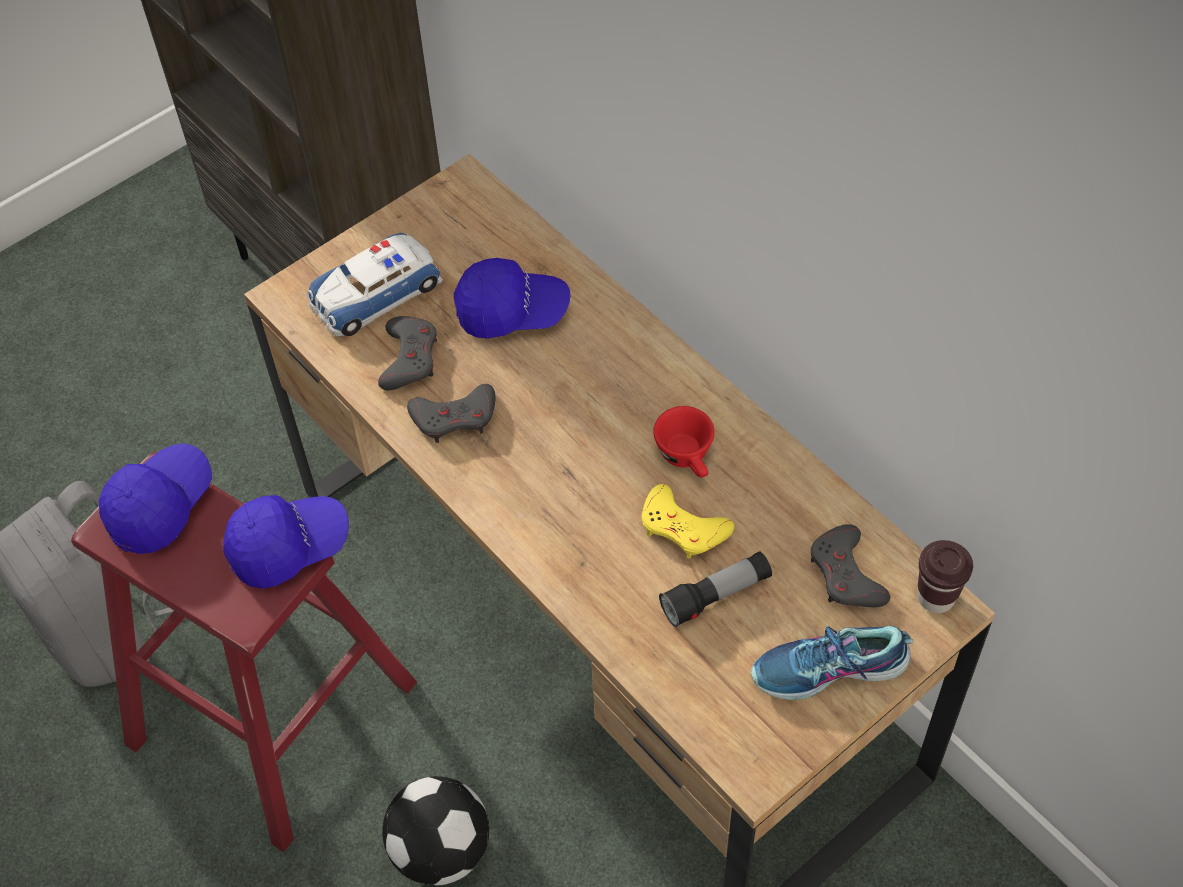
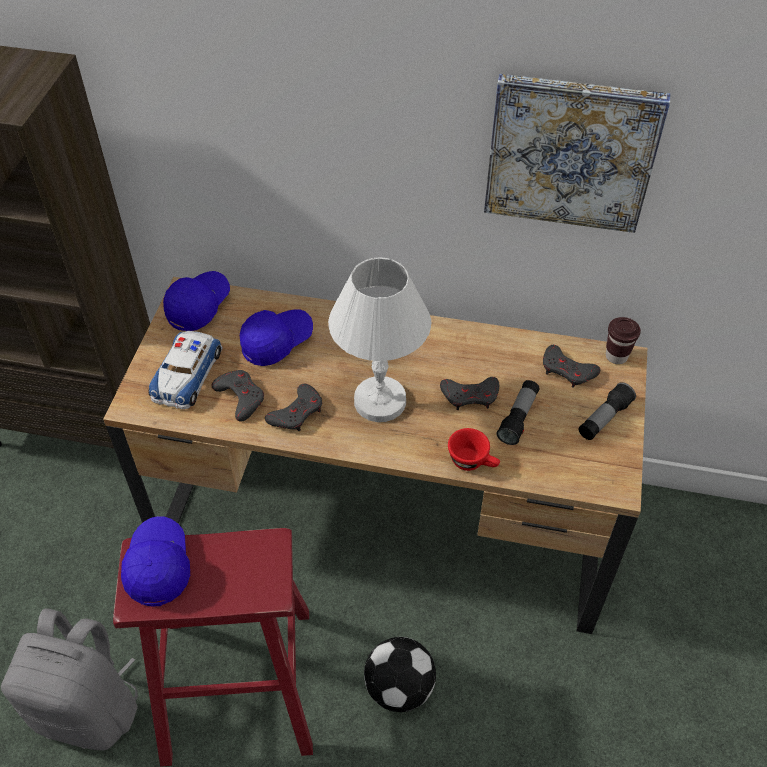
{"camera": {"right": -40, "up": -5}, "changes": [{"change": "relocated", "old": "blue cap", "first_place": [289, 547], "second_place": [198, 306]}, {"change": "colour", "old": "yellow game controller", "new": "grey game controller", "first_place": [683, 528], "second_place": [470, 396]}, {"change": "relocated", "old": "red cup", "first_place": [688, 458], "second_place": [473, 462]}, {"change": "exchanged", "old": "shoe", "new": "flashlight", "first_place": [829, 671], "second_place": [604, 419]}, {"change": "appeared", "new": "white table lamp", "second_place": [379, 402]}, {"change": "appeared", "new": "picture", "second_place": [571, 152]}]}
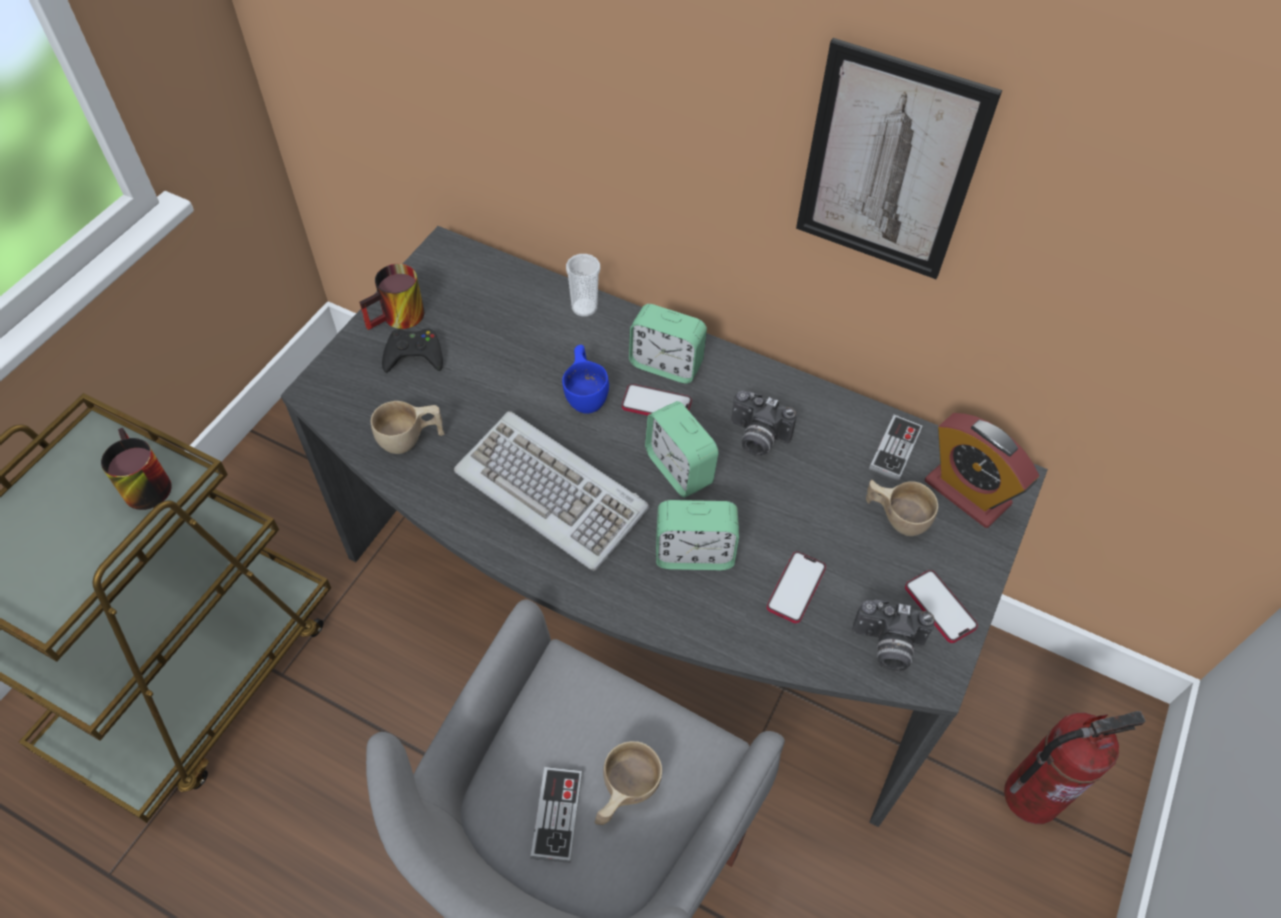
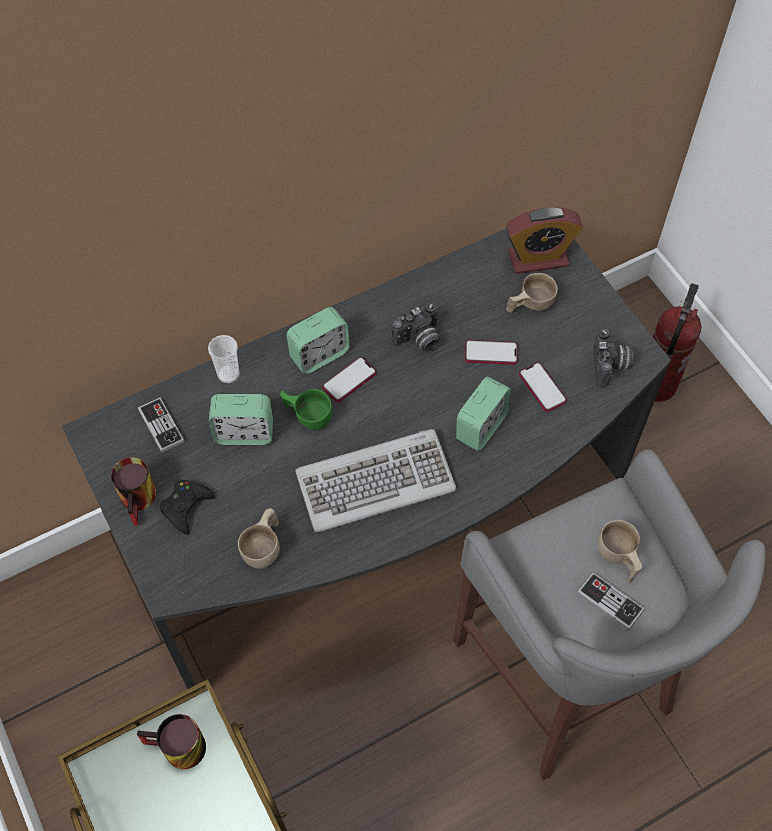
{"camera": {"right": -55, "up": 5}, "changes": [{"change": "colour", "old": "blue cup", "new": "green cup", "first_place": [586, 393], "second_place": [307, 416]}, {"change": "relocated", "old": "alarm clock", "first_place": [679, 469], "second_place": [244, 433]}, {"change": "missing", "old": "picture", "first_place": [889, 164]}, {"change": "spun", "old": "photo camera", "first_place": [887, 647], "second_place": [610, 367], "degrees": -45}, {"change": "relocated", "old": "game controller", "first_place": [895, 449], "second_place": [161, 426]}, {"change": "relocated", "old": "phone", "first_place": [940, 607], "second_place": [491, 353]}]}
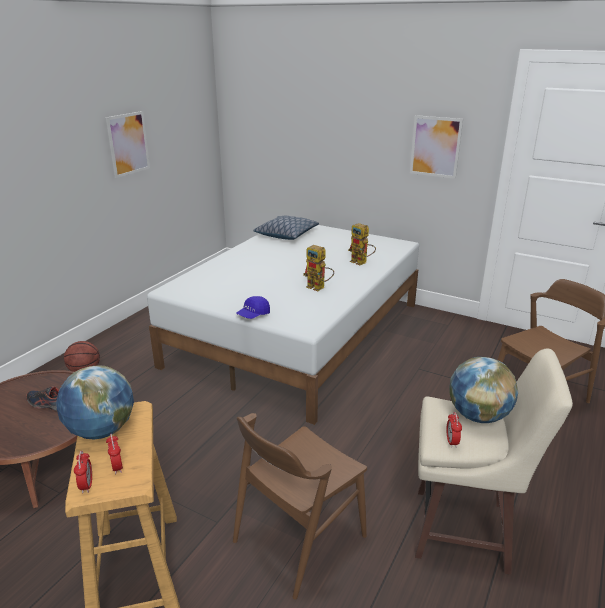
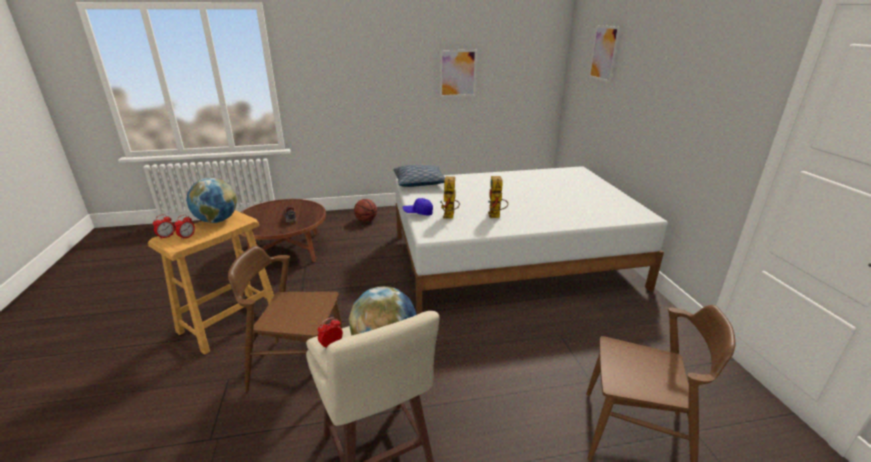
{"camera": {"right": 50, "up": 0}, "changes": [{"change": "relocated", "old": "pillow", "first_place": [286, 234], "second_place": [419, 182]}, {"change": "relocated", "old": "toy robot", "first_place": [361, 262], "second_place": [450, 217]}, {"change": "relocated", "old": "picture", "first_place": [435, 147], "second_place": [604, 53]}]}
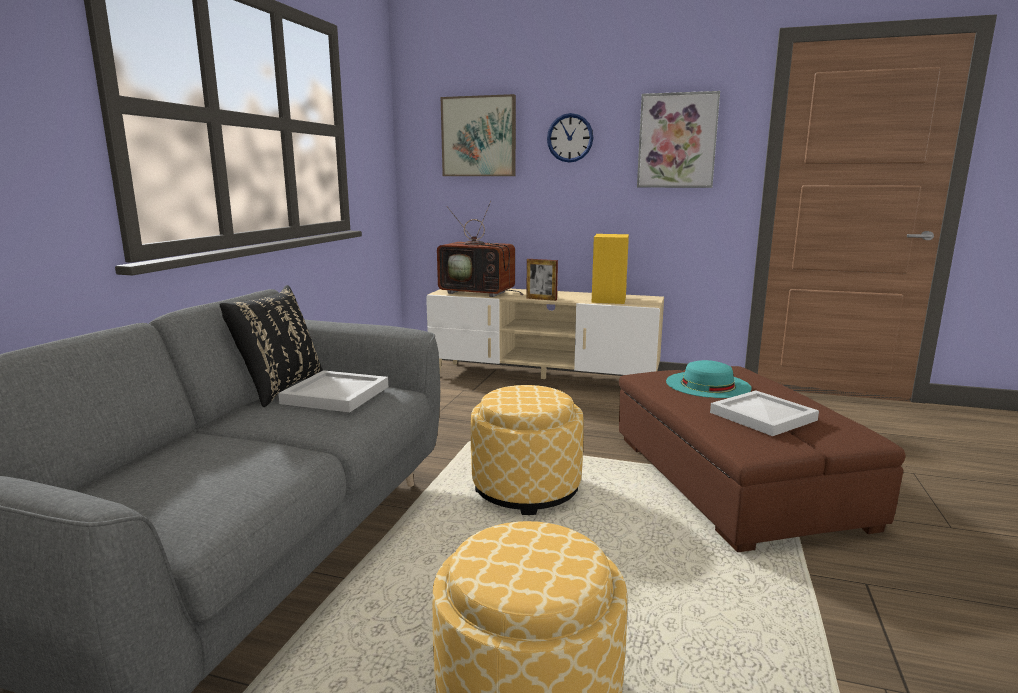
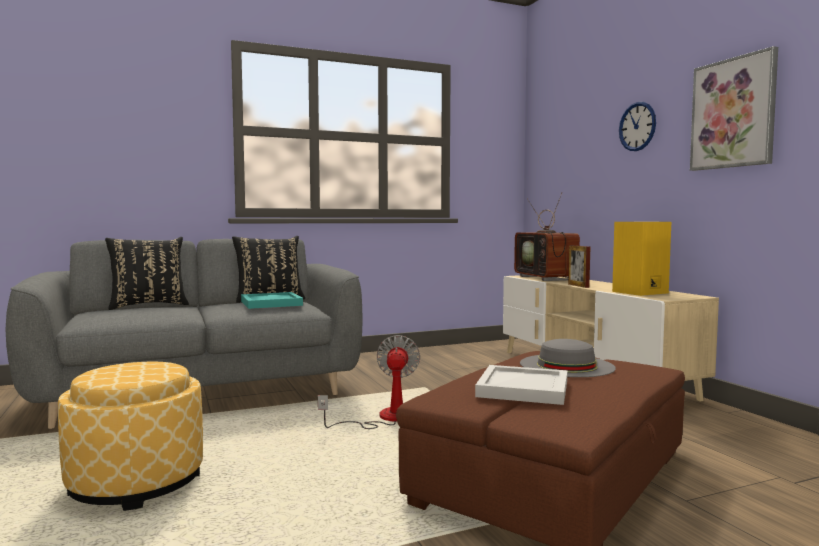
{"camera": {"right": 50, "up": -10}, "changes": [{"change": "colour", "old": "white tray", "new": "turquoise tray", "first_place": [336, 395], "second_place": [270, 303]}, {"change": "missing", "old": "picture", "first_place": [479, 136]}, {"change": "exchanged", "old": "ottoman", "new": "fan", "first_place": [526, 489], "second_place": [385, 418]}, {"change": "colour", "old": "turquoise hat", "new": "grey hat", "first_place": [707, 384], "second_place": [566, 365]}, {"change": "appeared", "new": "black pillow", "second_place": [148, 305]}]}
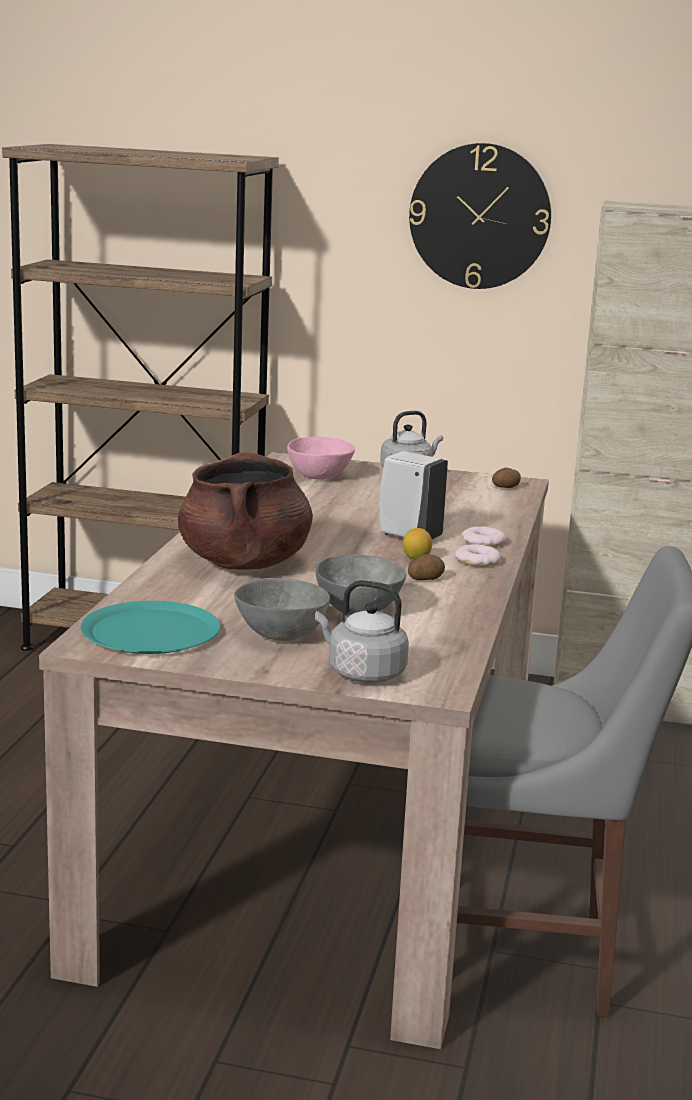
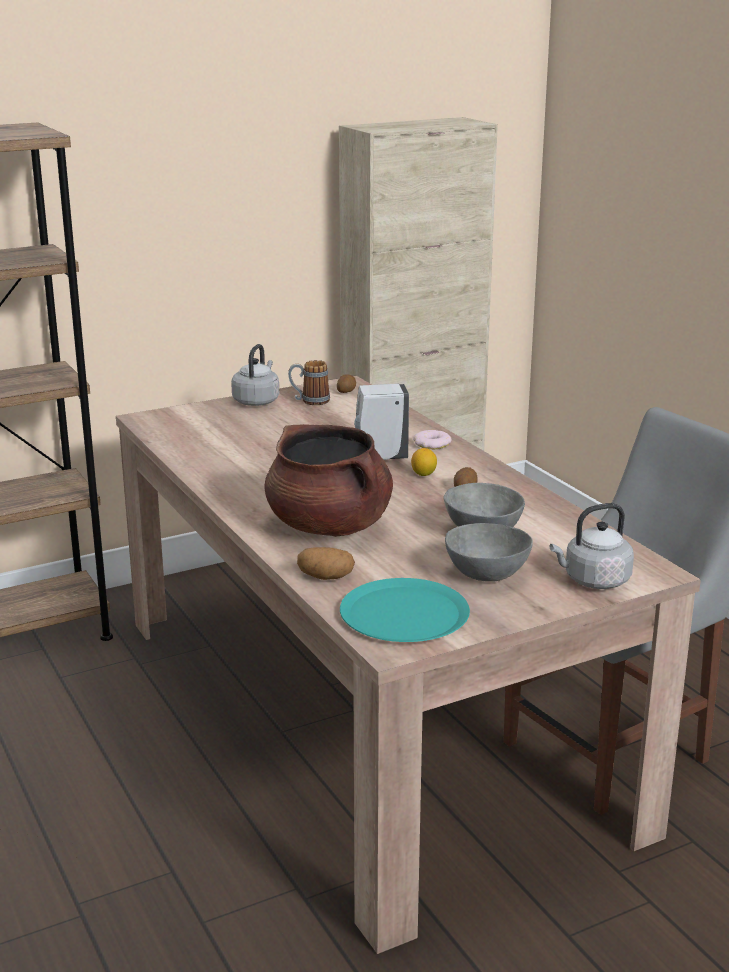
{"camera": {"right": -40, "up": 5}, "changes": [{"change": "missing", "old": "pink bowl", "first_place": [320, 476]}, {"change": "missing", "old": "wall clock", "first_place": [480, 216]}, {"change": "missing", "old": "donut", "first_place": [477, 561]}, {"change": "appeared", "new": "mug", "second_place": [309, 401]}, {"change": "appeared", "new": "potato", "second_place": [325, 577]}]}
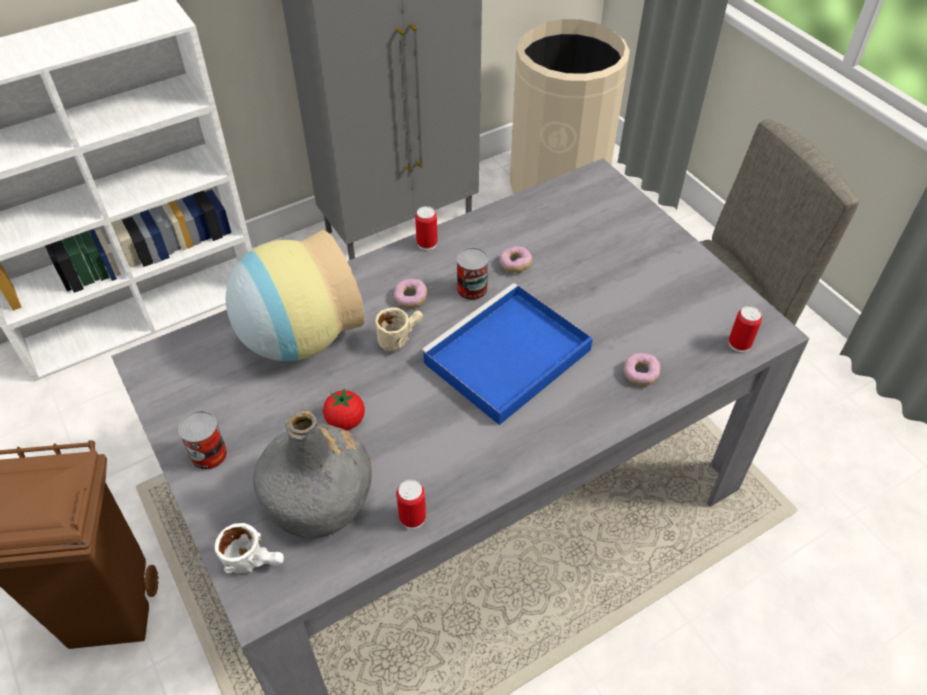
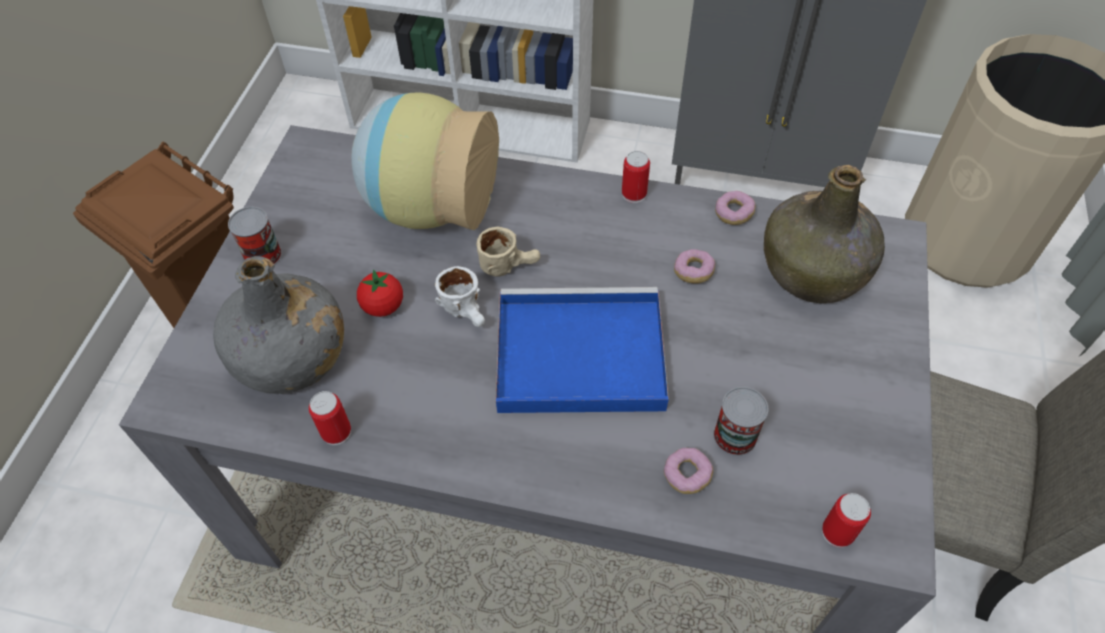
{"camera": {"right": 45, "up": 5}, "changes": [{"change": "relocated", "old": "white mug", "first_place": [256, 560], "second_place": [468, 312]}, {"change": "relocated", "old": "donut", "first_place": [410, 298], "second_place": [733, 214]}, {"change": "relocated", "old": "can", "first_place": [472, 289], "second_place": [735, 436]}, {"change": "appeared", "new": "green bottle", "second_place": [814, 270]}]}
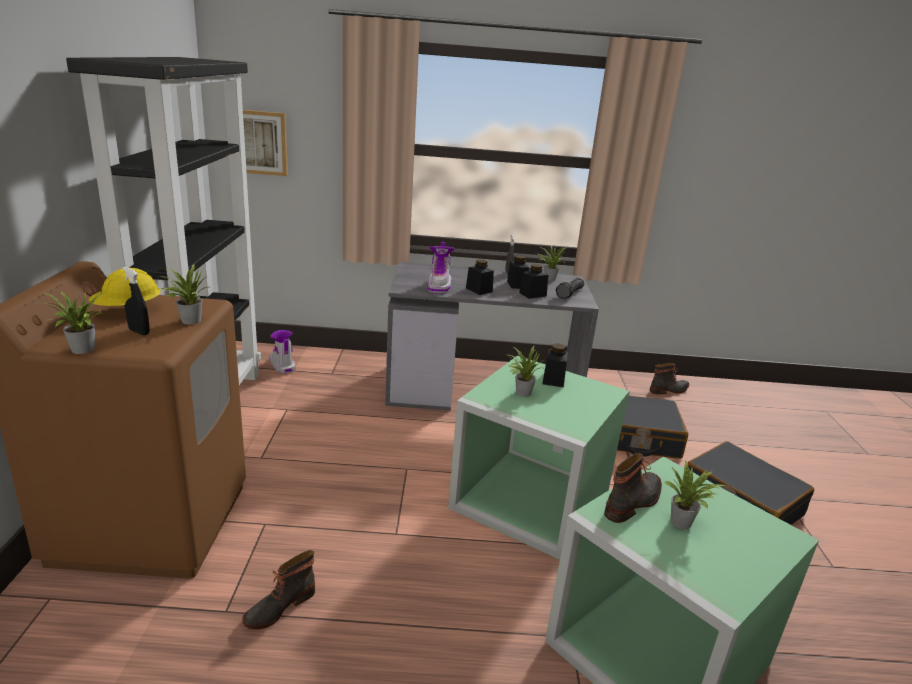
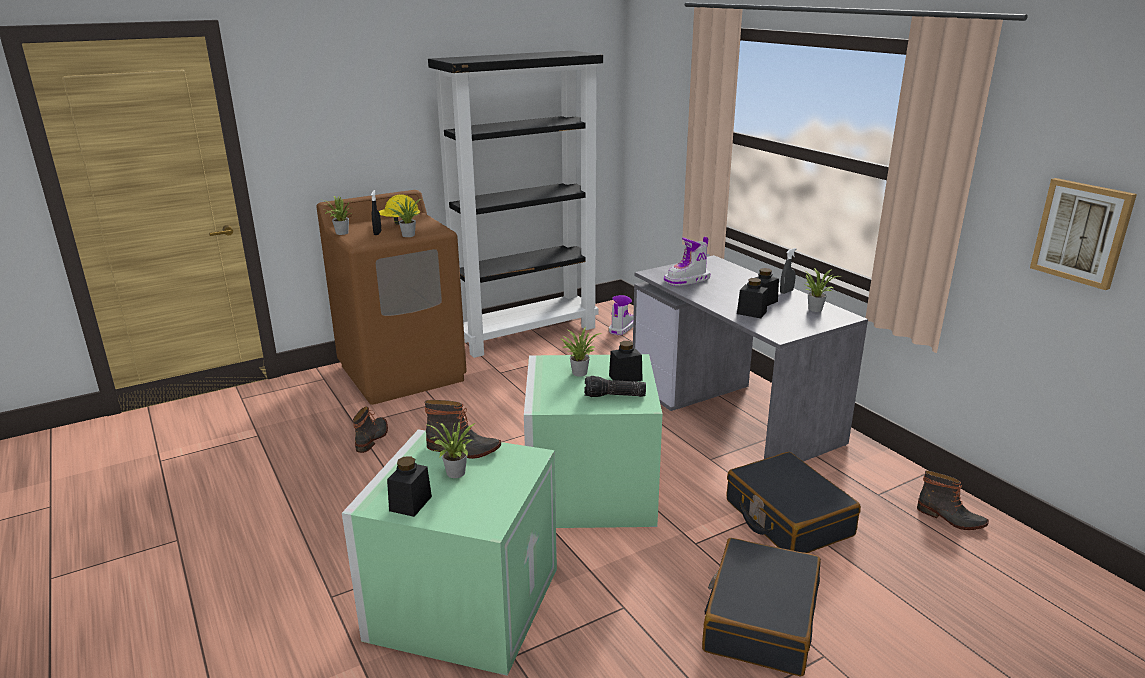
{"camera": {"right": 60, "up": 0}, "changes": [{"change": "spun", "old": "boot", "first_place": [279, 606], "second_place": [372, 438], "degrees": 90}, {"change": "relocated", "old": "picture", "first_place": [262, 142], "second_place": [1082, 232]}, {"change": "relocated", "old": "black jar", "first_place": [479, 290], "second_place": [410, 503]}, {"change": "relocated", "old": "flashlight", "first_place": [570, 294], "second_place": [614, 396]}]}
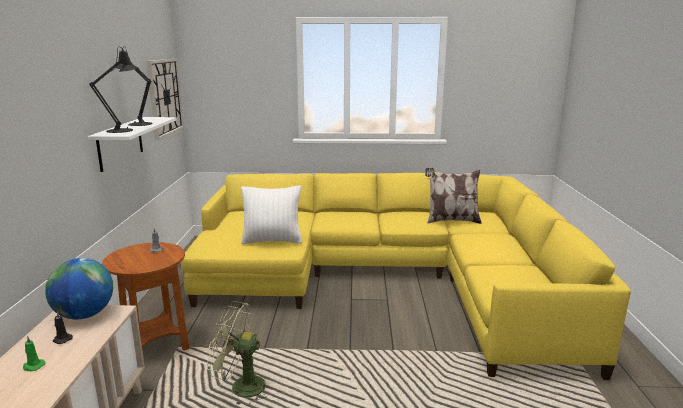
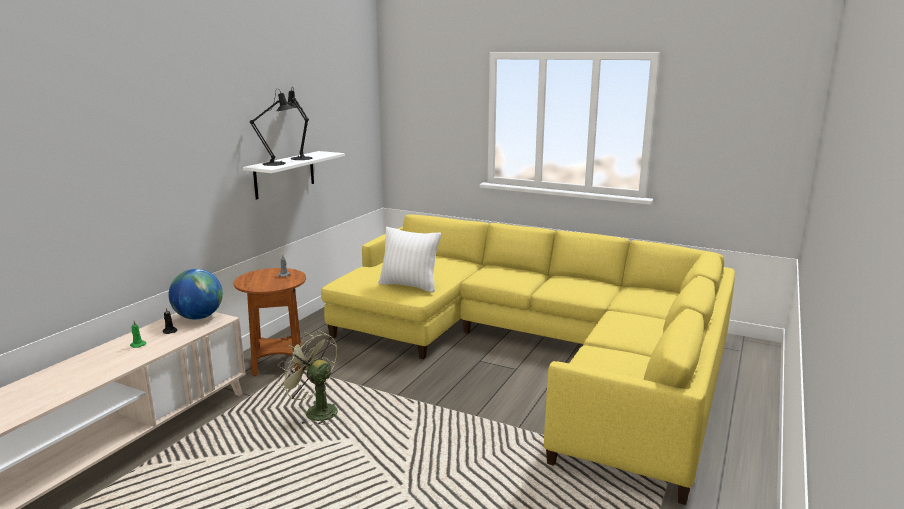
{"camera": {"right": 25, "up": 0}, "changes": [{"change": "missing", "old": "wall clock", "first_place": [165, 97]}, {"change": "missing", "old": "pillow", "first_place": [451, 220]}]}
